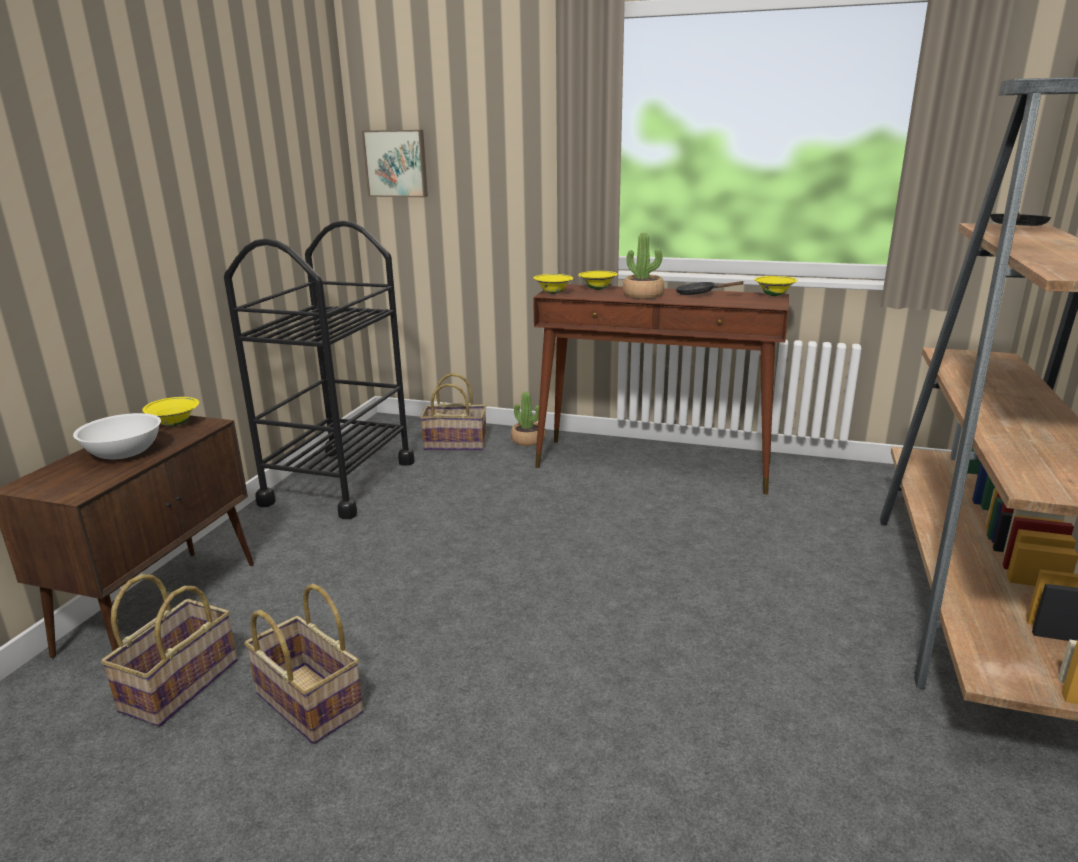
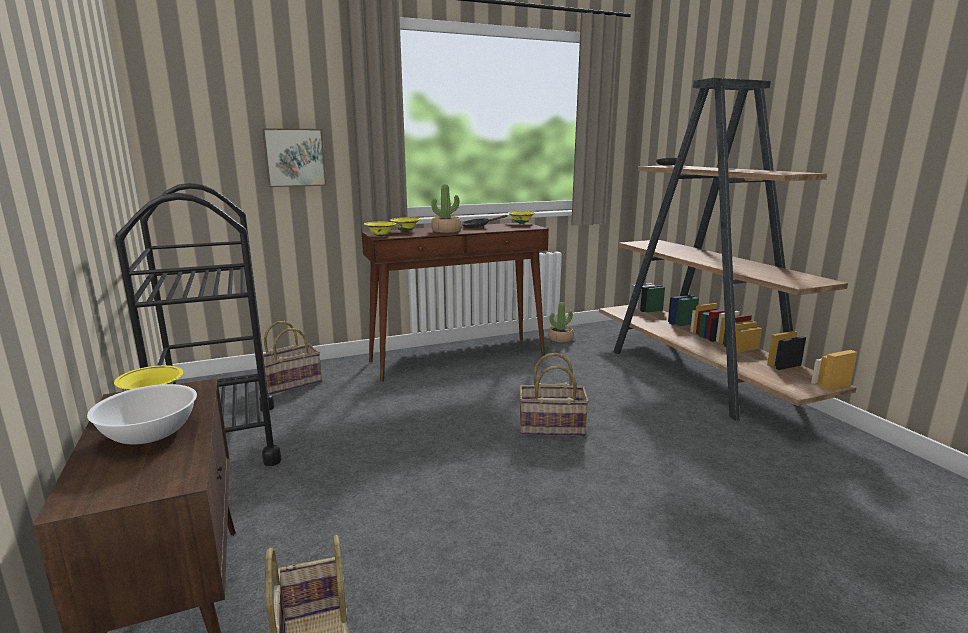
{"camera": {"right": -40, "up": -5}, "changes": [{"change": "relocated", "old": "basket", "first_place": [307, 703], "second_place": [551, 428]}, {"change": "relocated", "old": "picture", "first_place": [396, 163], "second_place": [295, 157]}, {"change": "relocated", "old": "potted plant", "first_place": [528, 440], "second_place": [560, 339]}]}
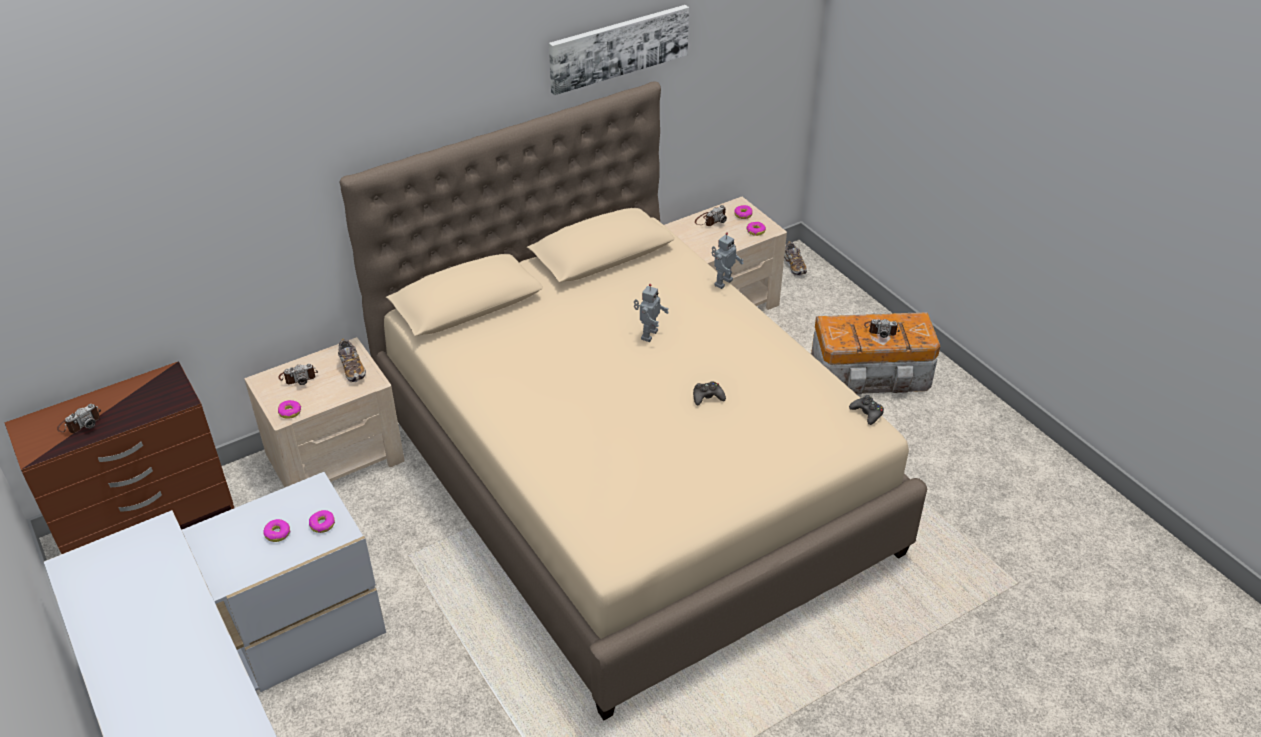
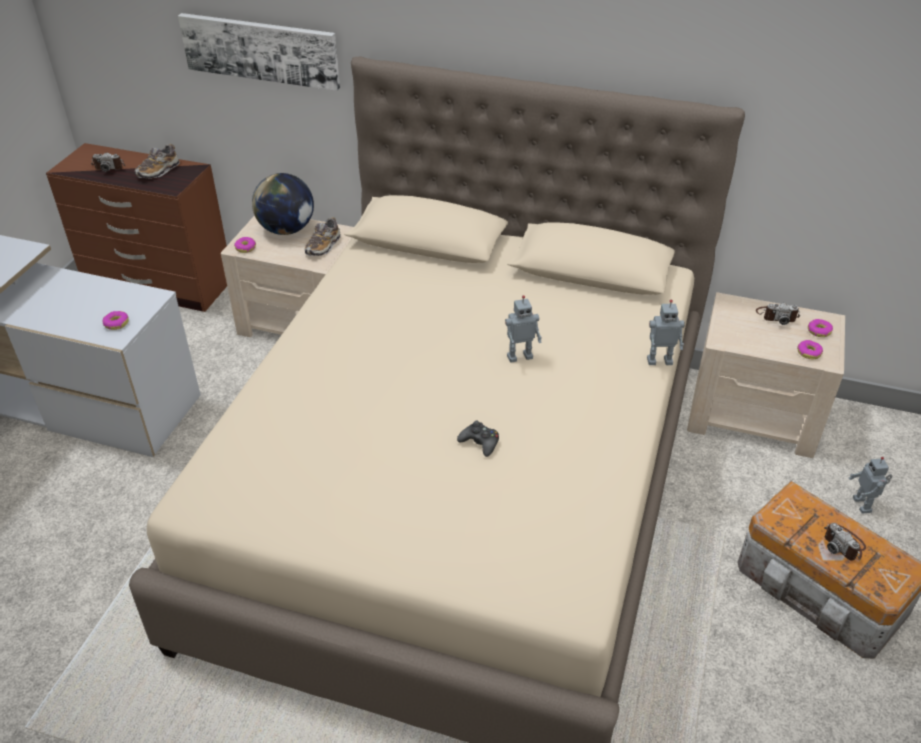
{"camera": {"right": 50, "up": 0}, "changes": [{"change": "missing", "old": "donut", "first_place": [277, 533]}, {"change": "exchanged", "old": "photo camera", "new": "globe", "first_place": [298, 377], "second_place": [287, 229]}, {"change": "relocated", "old": "picture", "first_place": [618, 47], "second_place": [261, 50]}, {"change": "relocated", "old": "shoe", "first_place": [794, 266], "second_place": [158, 171]}, {"change": "missing", "old": "black game controller", "first_place": [867, 413]}, {"change": "appeared", "new": "toy robot", "second_place": [863, 505]}]}
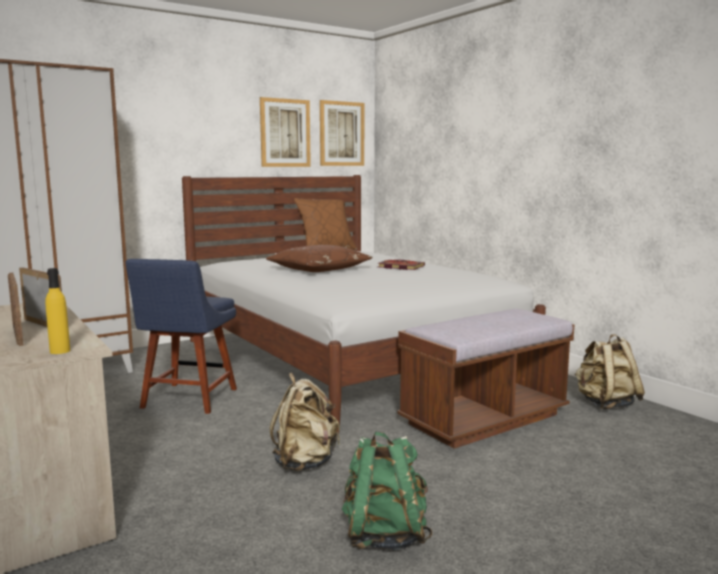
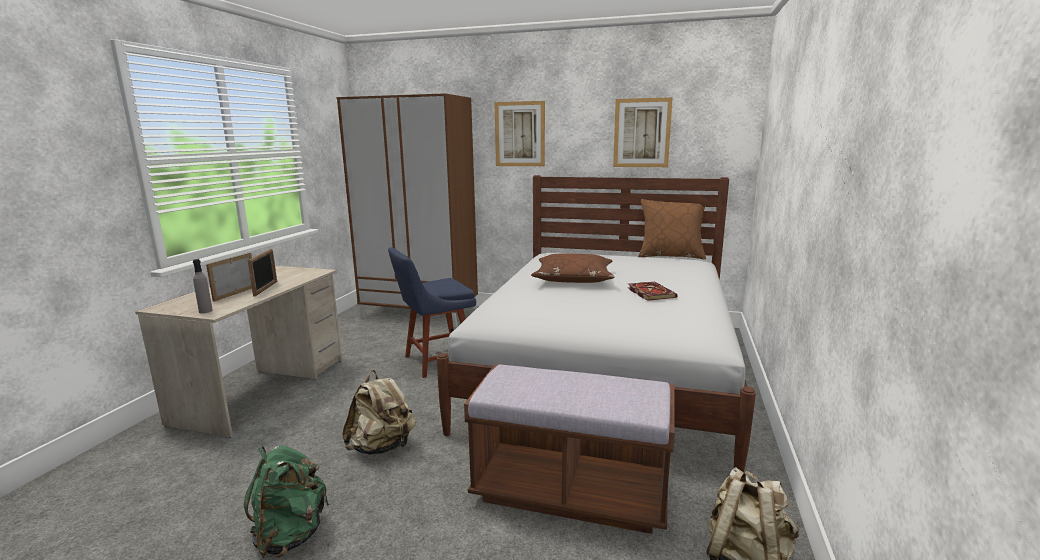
{"camera": {"right": 50, "up": 5}, "changes": [{"change": "colour", "old": "yellow bottle", "new": "grey bottle", "first_place": [60, 351], "second_place": [205, 311]}, {"change": "relocated", "old": "picture", "first_place": [342, 133], "second_place": [520, 134]}]}
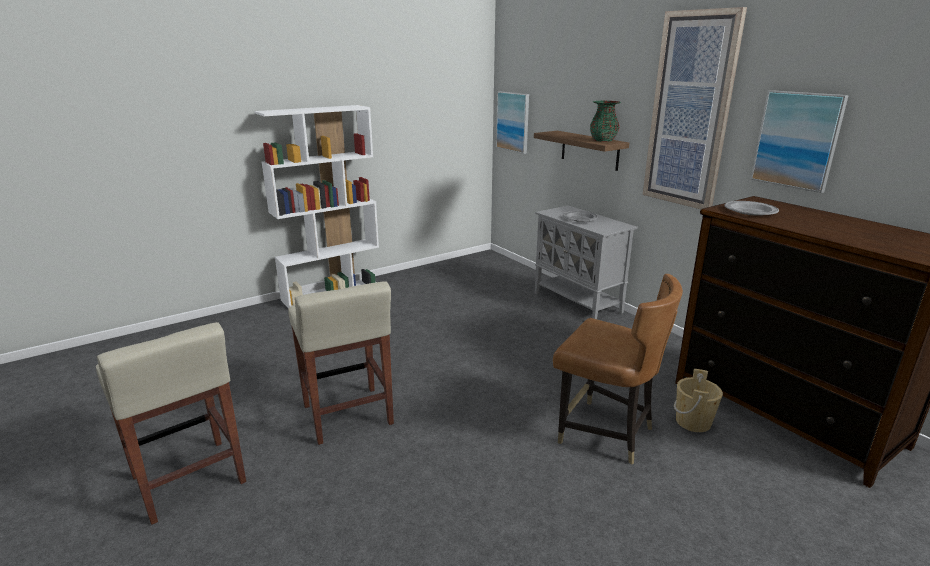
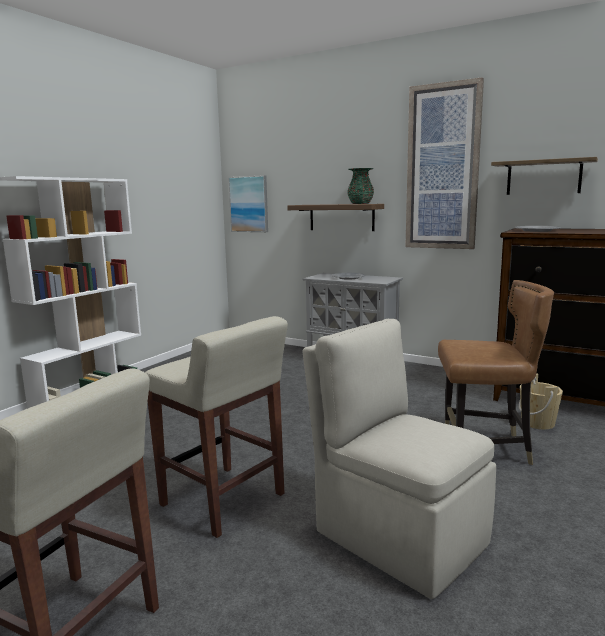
{"camera": {"right": -25, "up": -10}, "changes": [{"change": "exchanged", "old": "picture", "new": "shelf", "first_place": [797, 140], "second_place": [543, 177]}, {"change": "appeared", "new": "beige chair", "second_place": [397, 535]}]}
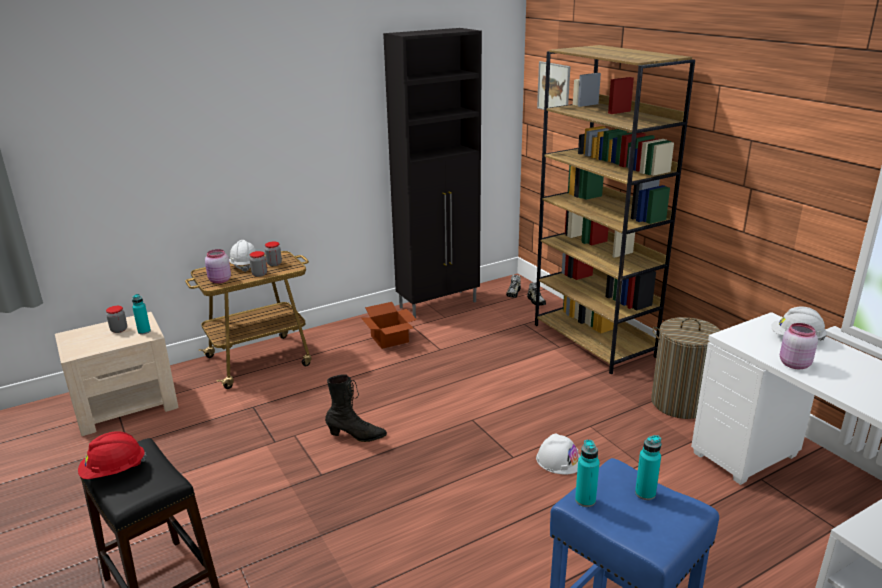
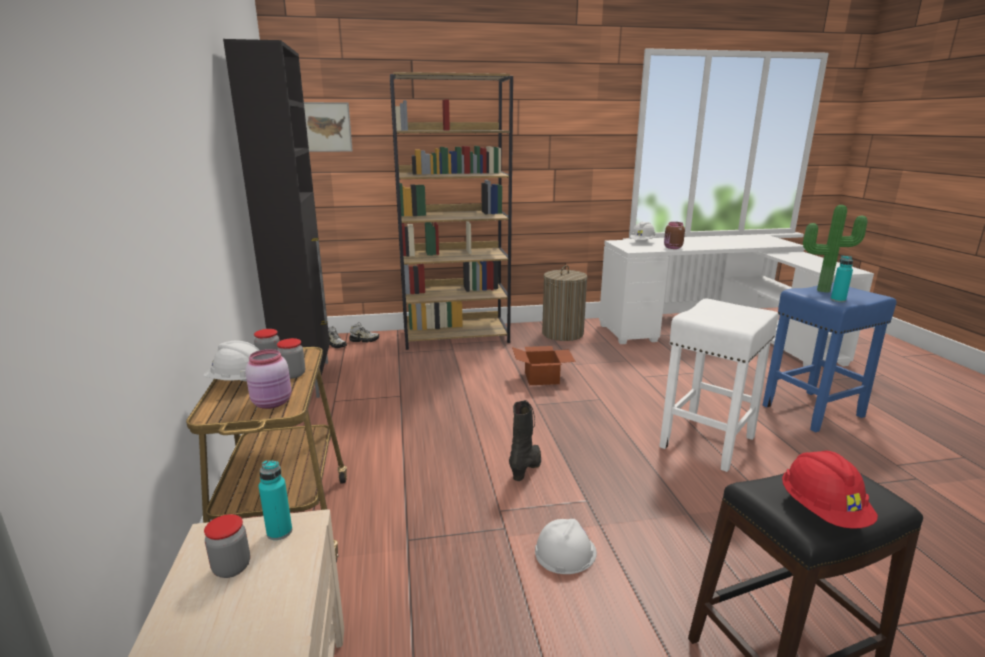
{"camera": {"right": -70, "up": -5}, "changes": [{"change": "relocated", "old": "cardboard box", "first_place": [389, 339], "second_place": [543, 378]}, {"change": "relocated", "old": "white hard hat", "first_place": [559, 460], "second_place": [565, 552]}, {"change": "exchanged", "old": "turquoise bottle", "new": "potted plant", "first_place": [645, 493], "second_place": [822, 290]}, {"change": "colour", "old": "pink jar", "new": "brown jar", "first_place": [793, 364], "second_place": [672, 248]}, {"change": "appeared", "new": "white stool", "second_place": [707, 443]}]}
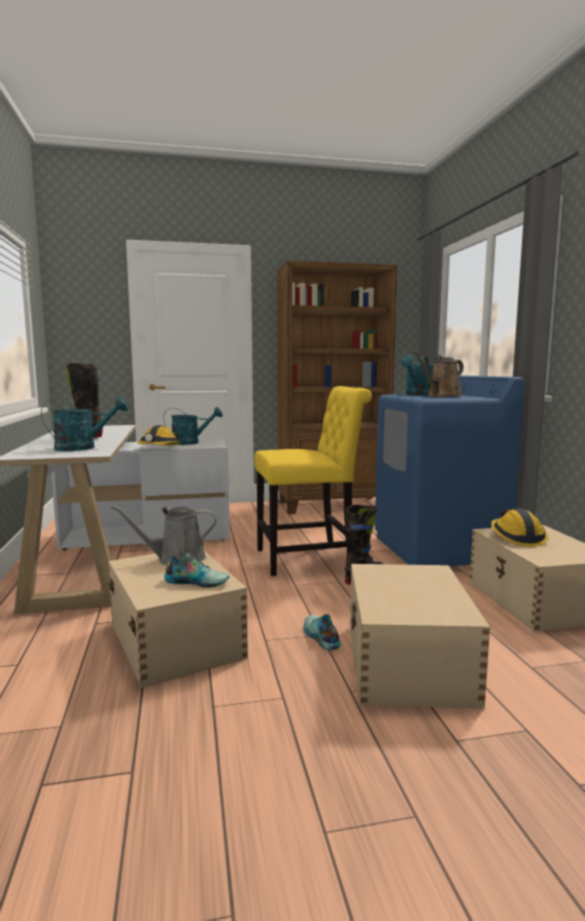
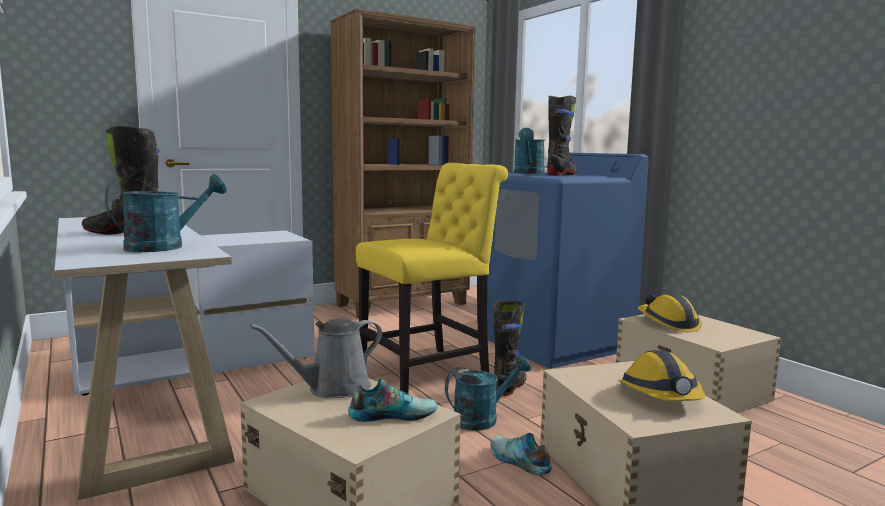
{"camera": {"right": -20, "up": 0}, "changes": [{"change": "relocated", "old": "hard hat", "first_place": [158, 448], "second_place": [661, 396]}, {"change": "relocated", "old": "turquoise watering can", "first_place": [190, 443], "second_place": [482, 418]}, {"change": "exchanged", "old": "brown watering can", "new": "black boot", "first_place": [442, 396], "second_place": [562, 175]}]}
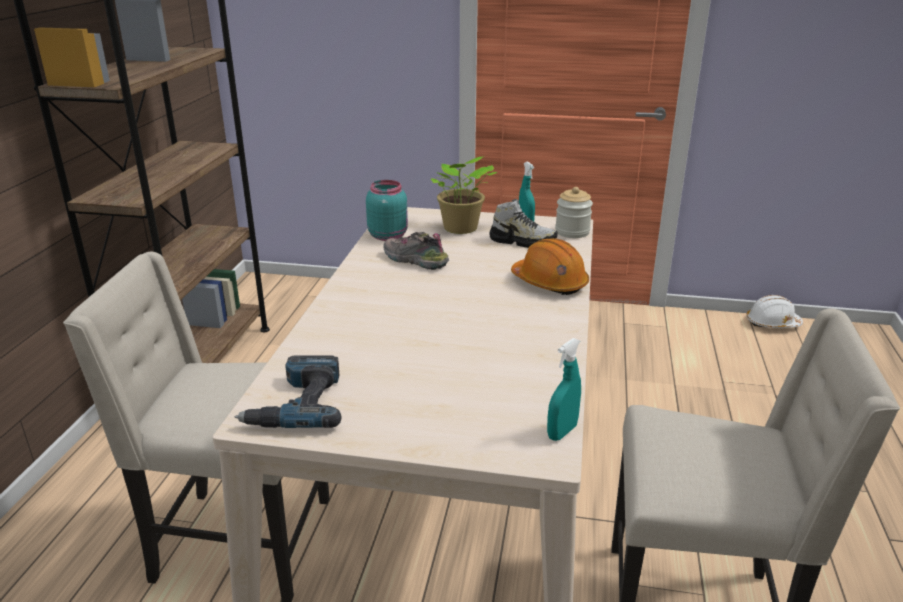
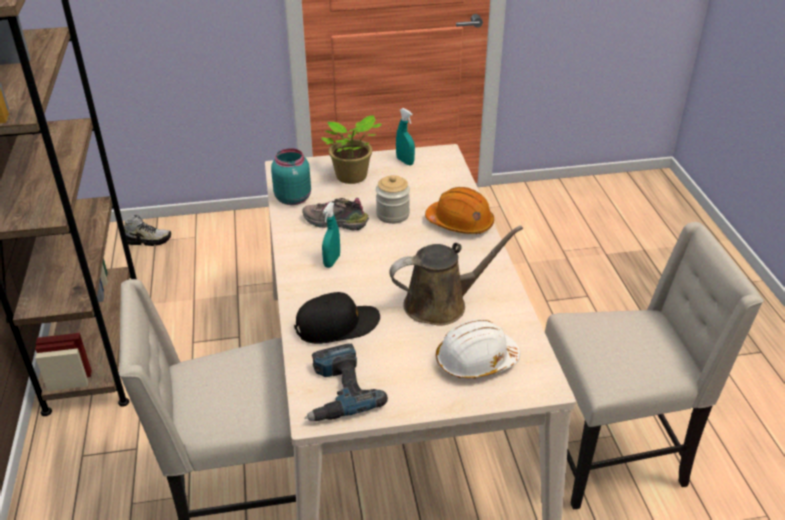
{"camera": {"right": -20, "up": 10}, "changes": [{"change": "relocated", "old": "shoe", "first_place": [522, 241], "second_place": [148, 240]}, {"change": "relocated", "old": "turquoise spray bottle", "first_place": [562, 432], "second_place": [332, 261]}, {"change": "relocated", "old": "jar", "first_place": [572, 232], "second_place": [392, 214]}, {"change": "relocated", "old": "white hard hat", "first_place": [772, 323], "second_place": [476, 361]}, {"change": "appeared", "new": "black cap", "second_place": [337, 325]}, {"change": "appeared", "new": "brown watering can", "second_place": [441, 304]}]}
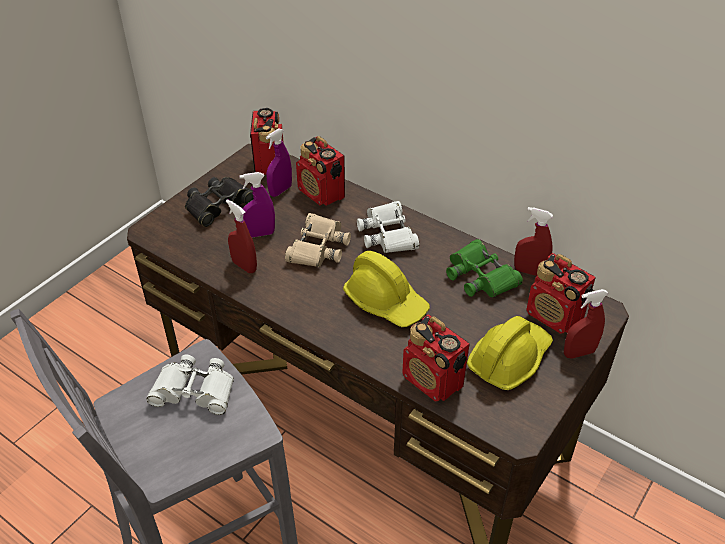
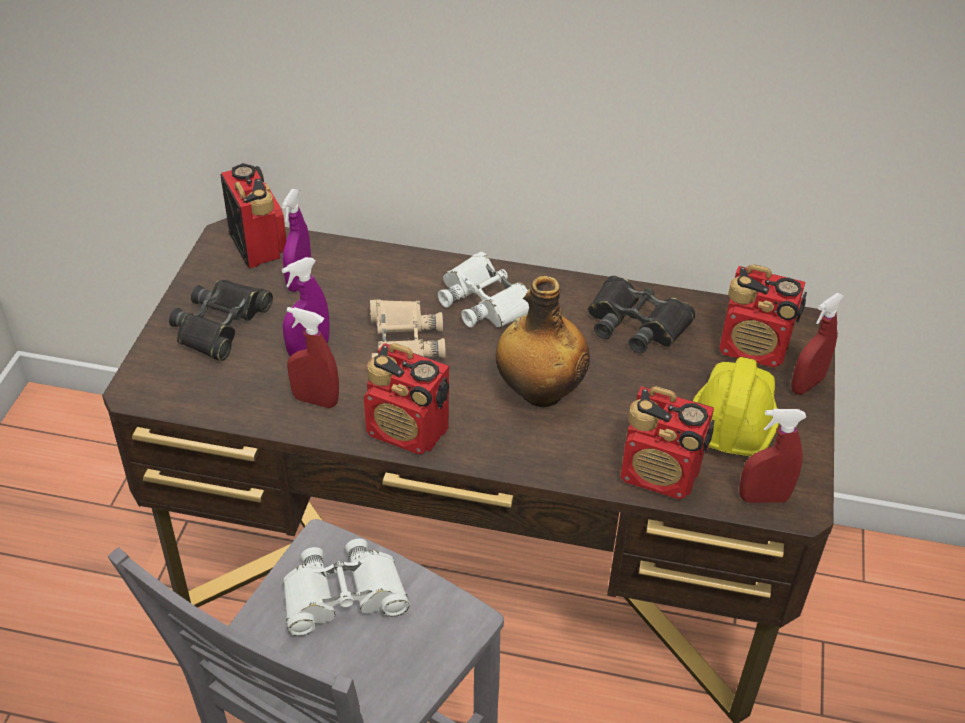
{"camera": {"right": -25, "up": 0}, "changes": [{"change": "relocated", "old": "radio", "first_place": [322, 194], "second_place": [408, 432]}, {"change": "exchanged", "old": "yellow hard hat", "new": "bottle", "first_place": [386, 302], "second_place": [539, 392]}, {"change": "colour", "old": "green binoculars", "new": "black binoculars", "first_place": [480, 276], "second_place": [636, 323]}, {"change": "relocated", "old": "red spray bottle", "first_place": [529, 271], "second_place": [763, 498]}]}
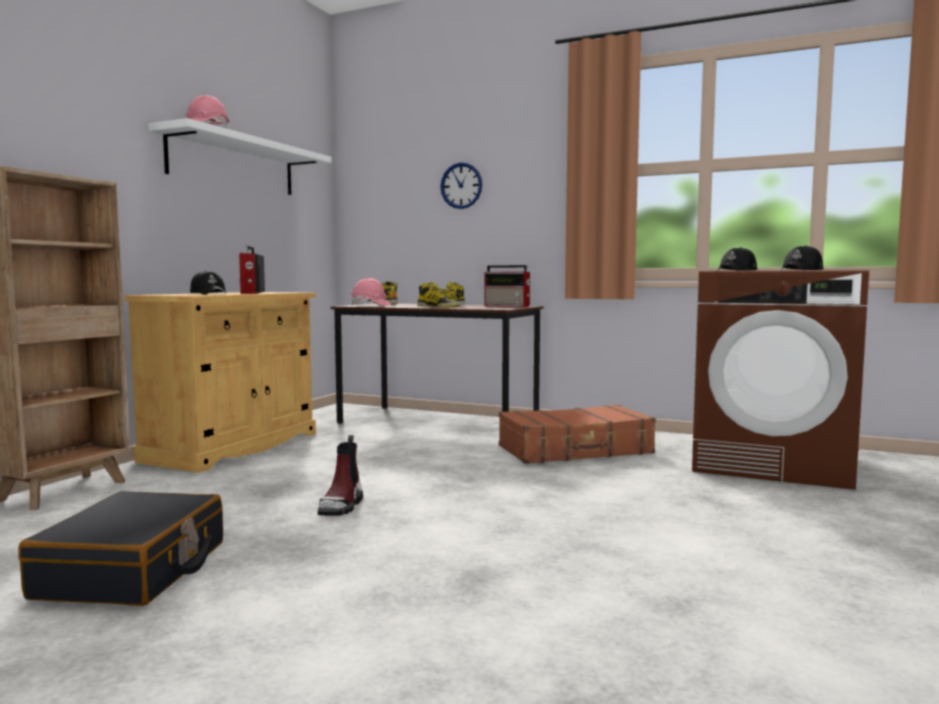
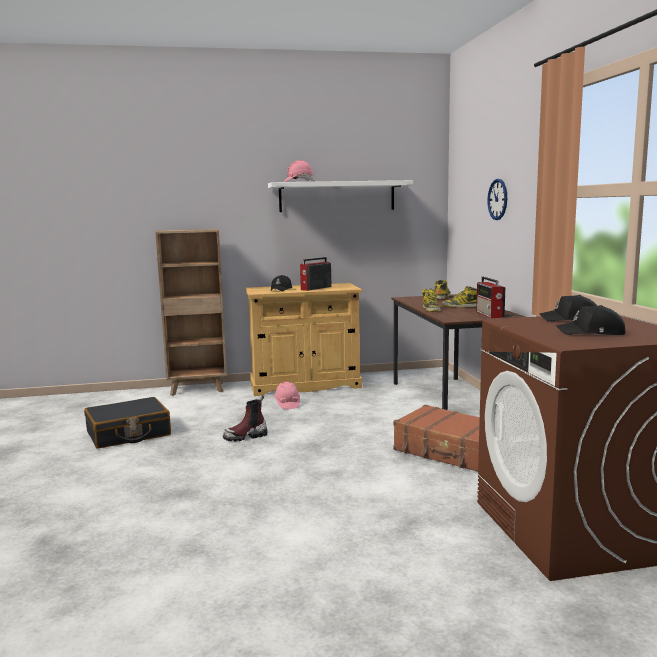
{"camera": {"right": 55, "up": 5}, "changes": [{"change": "relocated", "old": "pink hard hat", "first_place": [370, 305], "second_place": [287, 404]}]}
